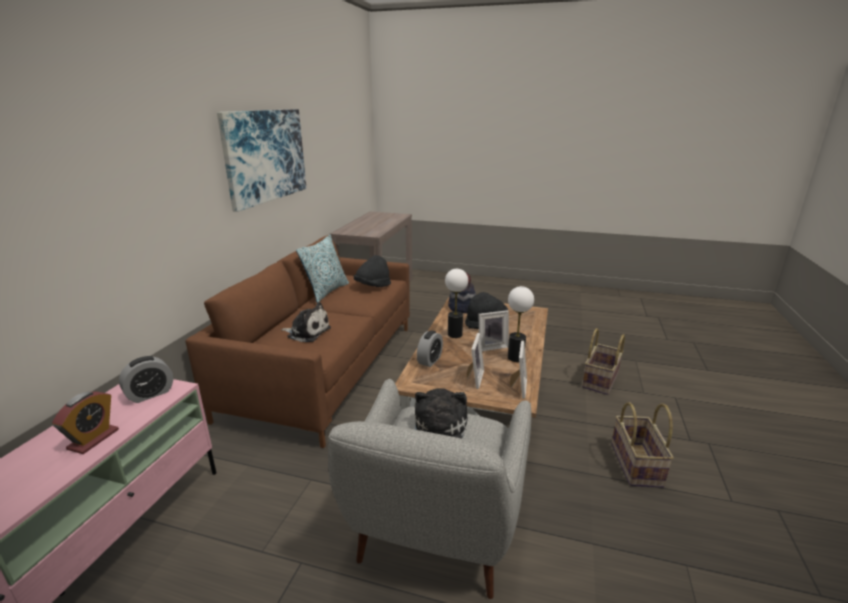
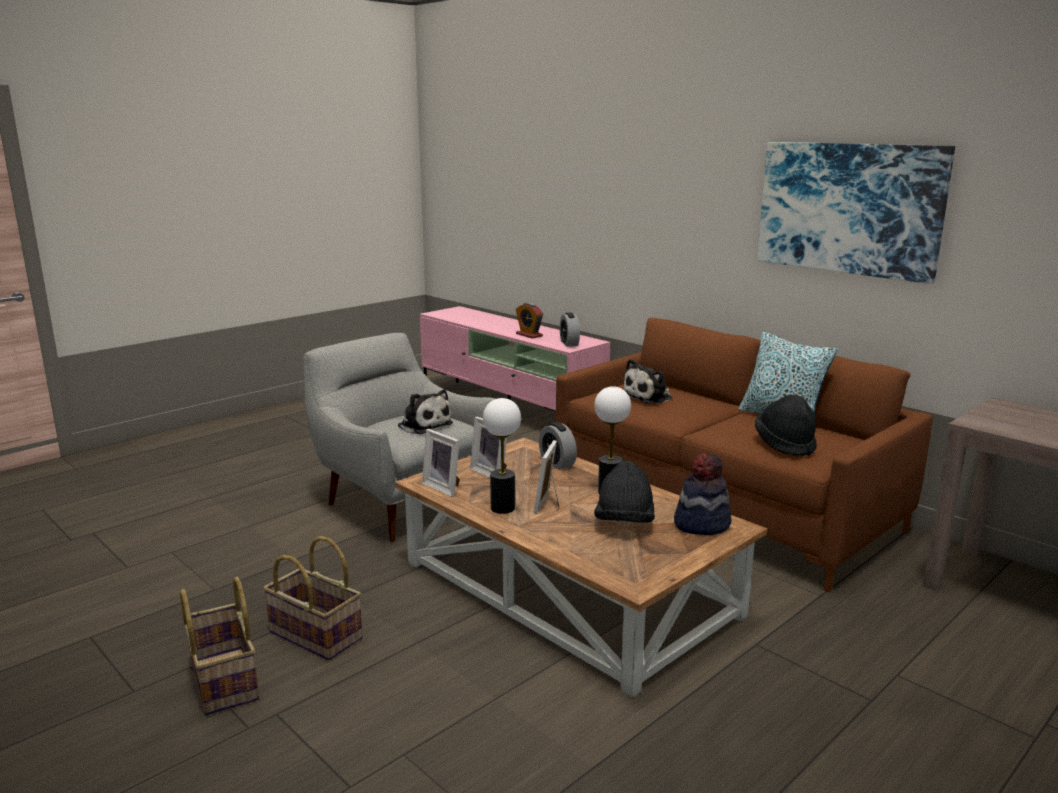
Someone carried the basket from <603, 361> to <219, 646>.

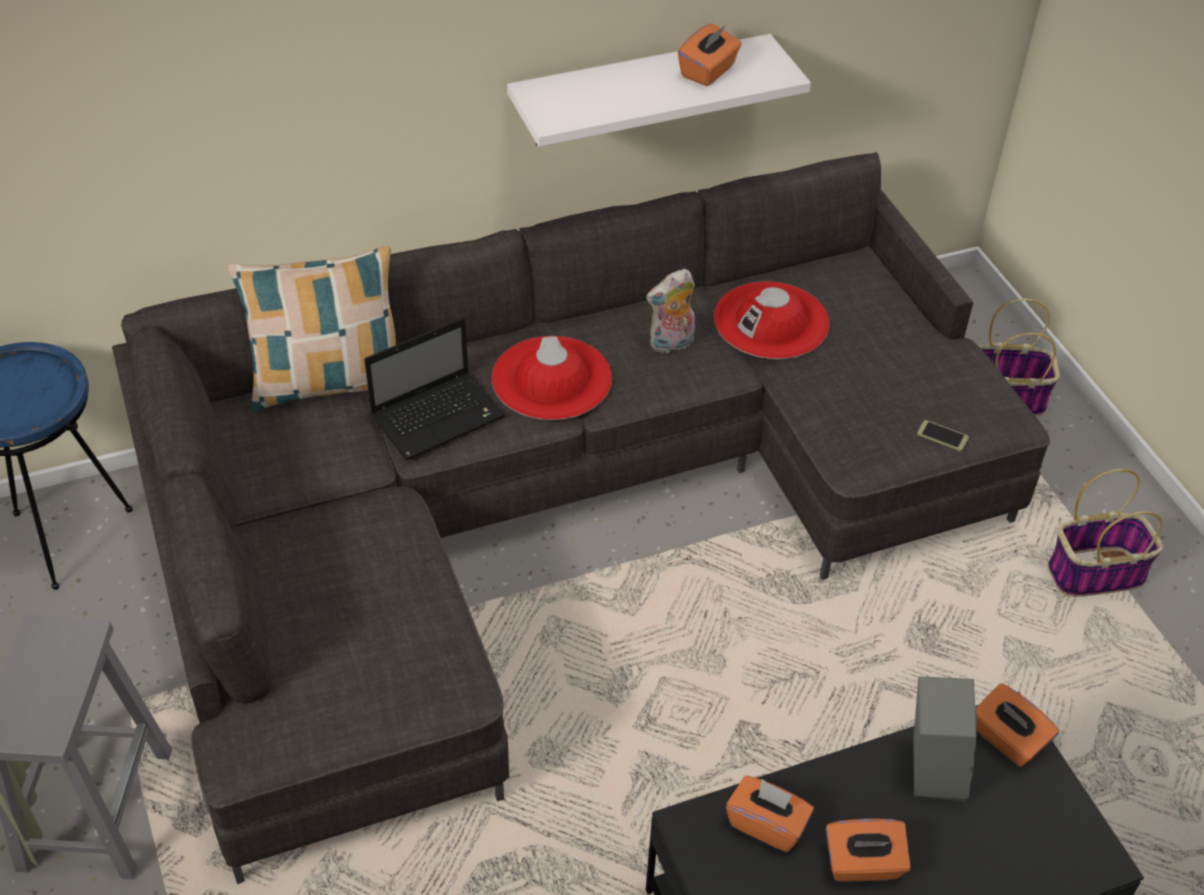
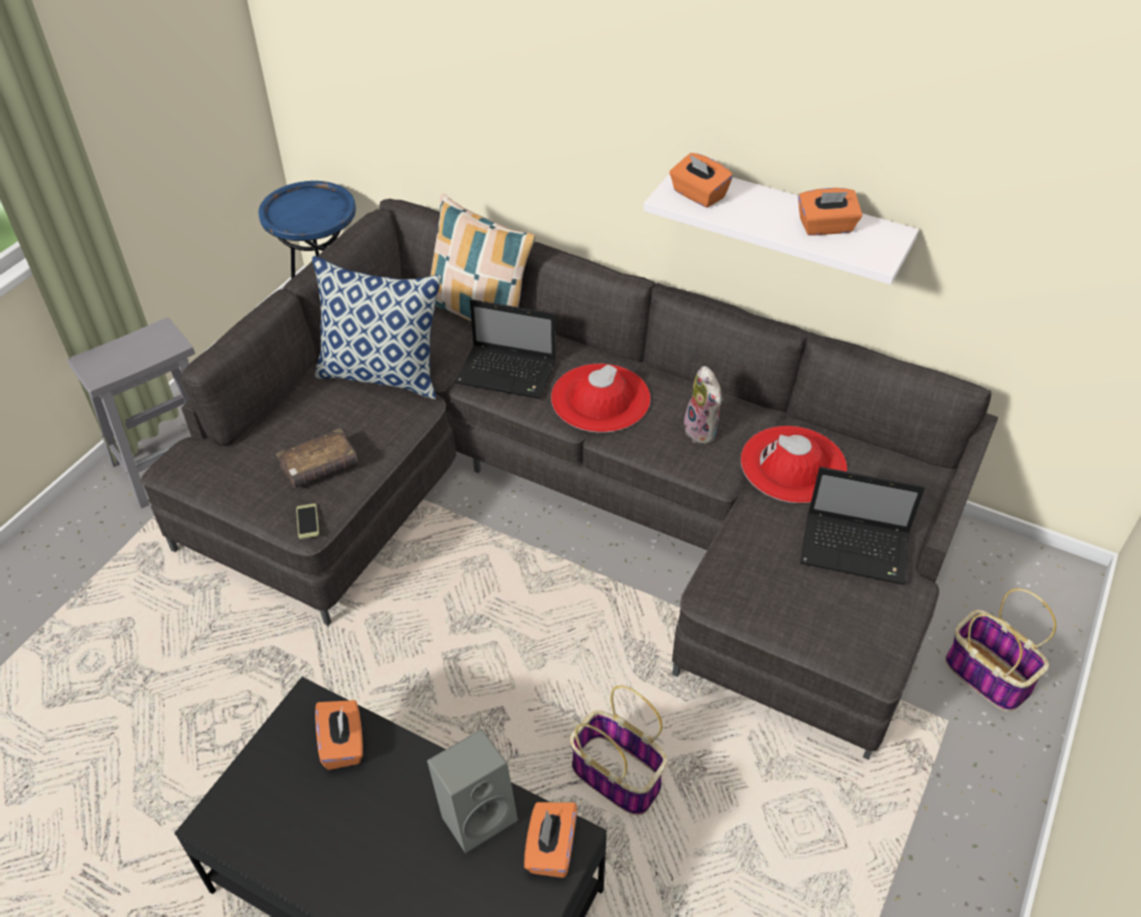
Someone rotated the plush toy at <670, 311> by 135 degrees counterclockwise.
Someone carried the orange tissue box from <868, 850> to <701, 180>.
Someone carried the phone from <943, 435> to <307, 521>.
Someone carried the basket from <1105, 533> to <618, 750>.
Someone put down the brown book at <317, 458>.
Someone put down the pillow at <377, 327>.
Someone put down the laptop at <862, 526>.

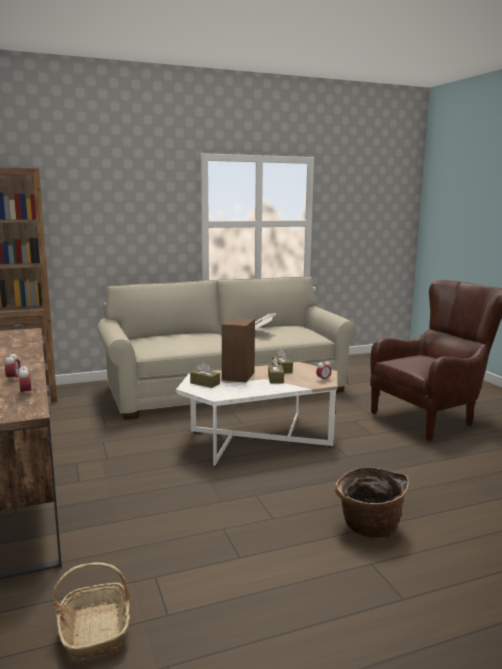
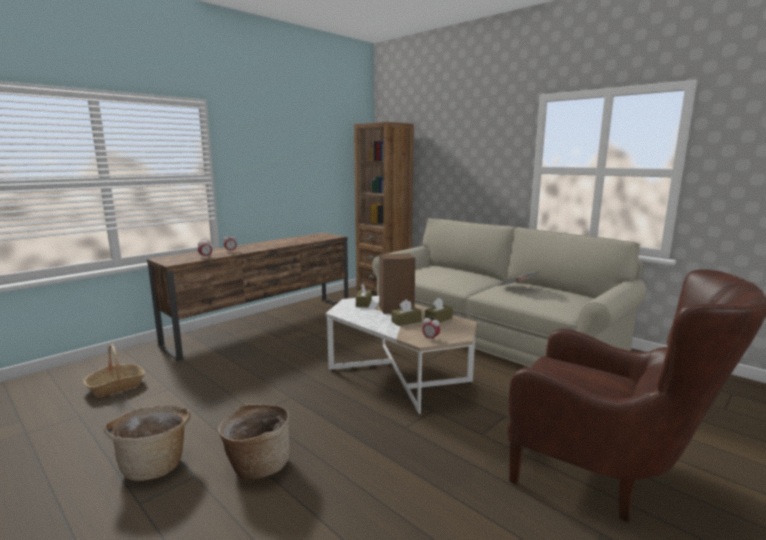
Someone put down the basket at <147, 443>.

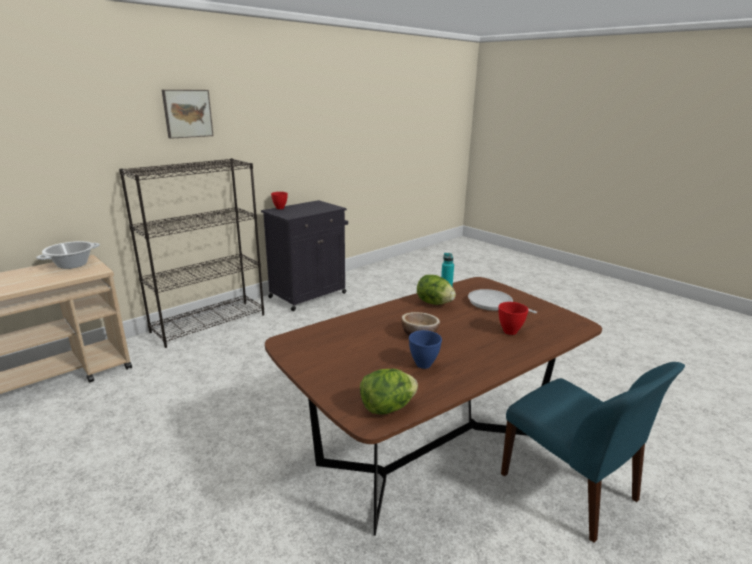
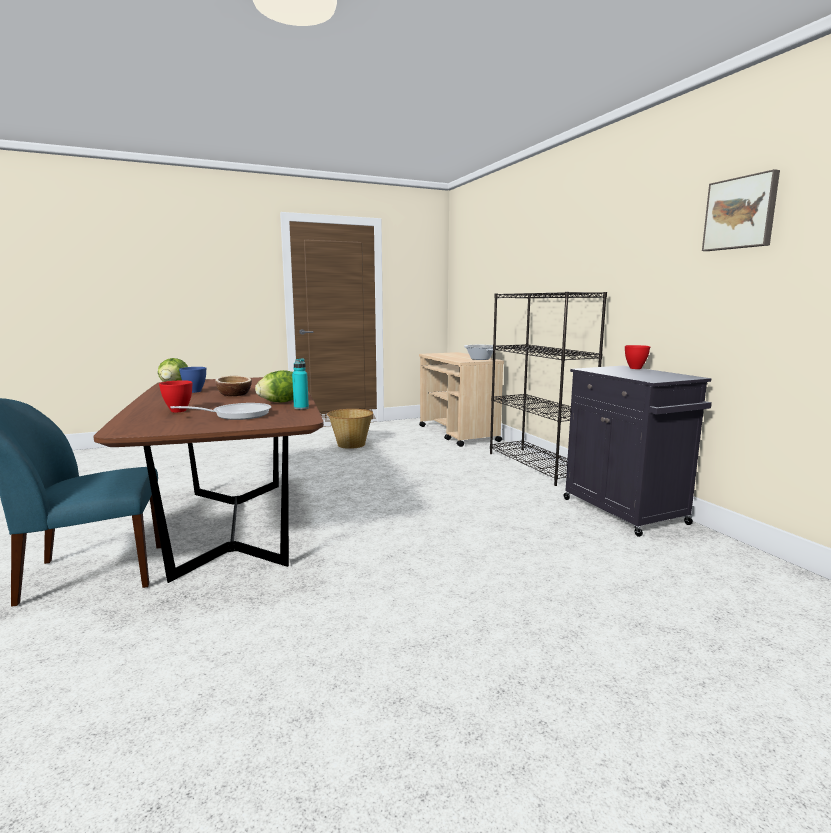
Someone carried the picture from <188, 114> to <741, 210>.
Someone put down the basket at <350, 429>.

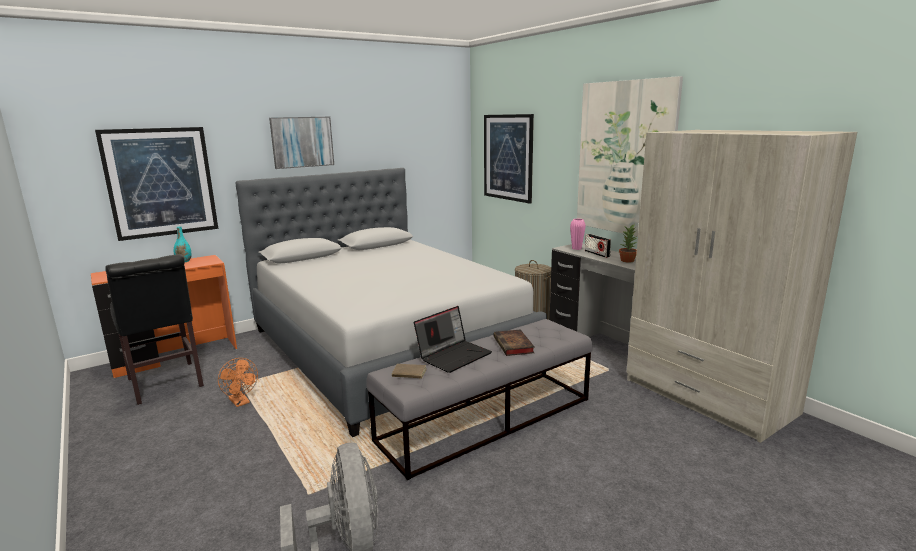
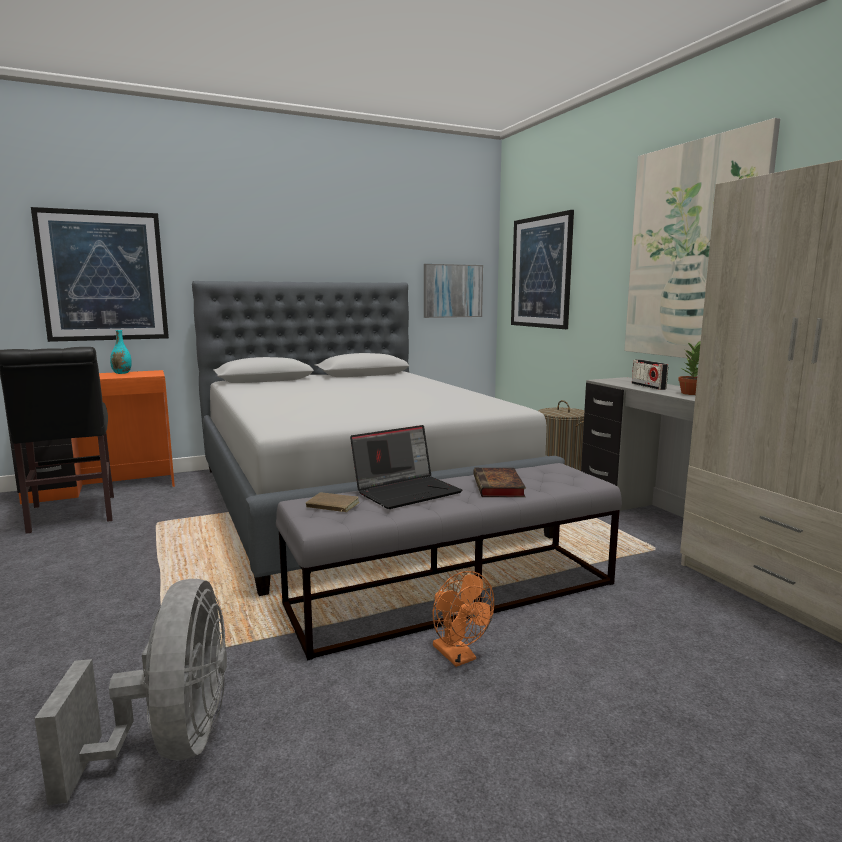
Someone carried the orange fan from <238, 382> to <463, 619>.
Someone carried the picture from <301, 143> to <453, 291>.
Someone took away the pink vase at <578, 234>.

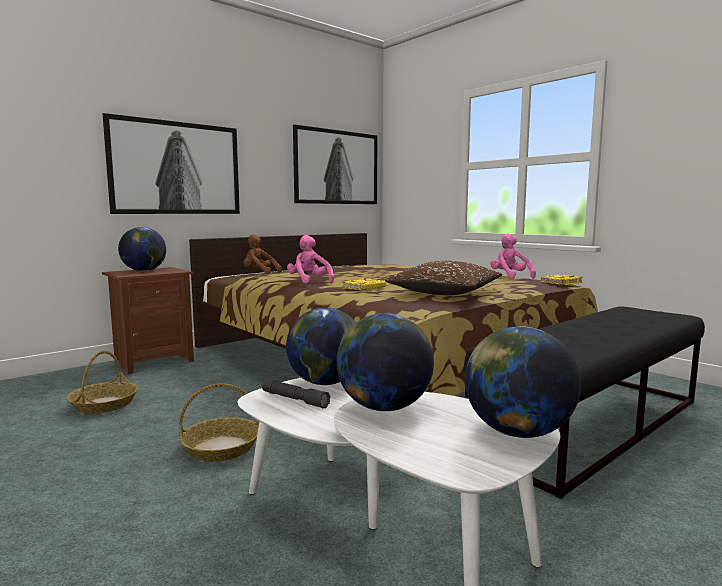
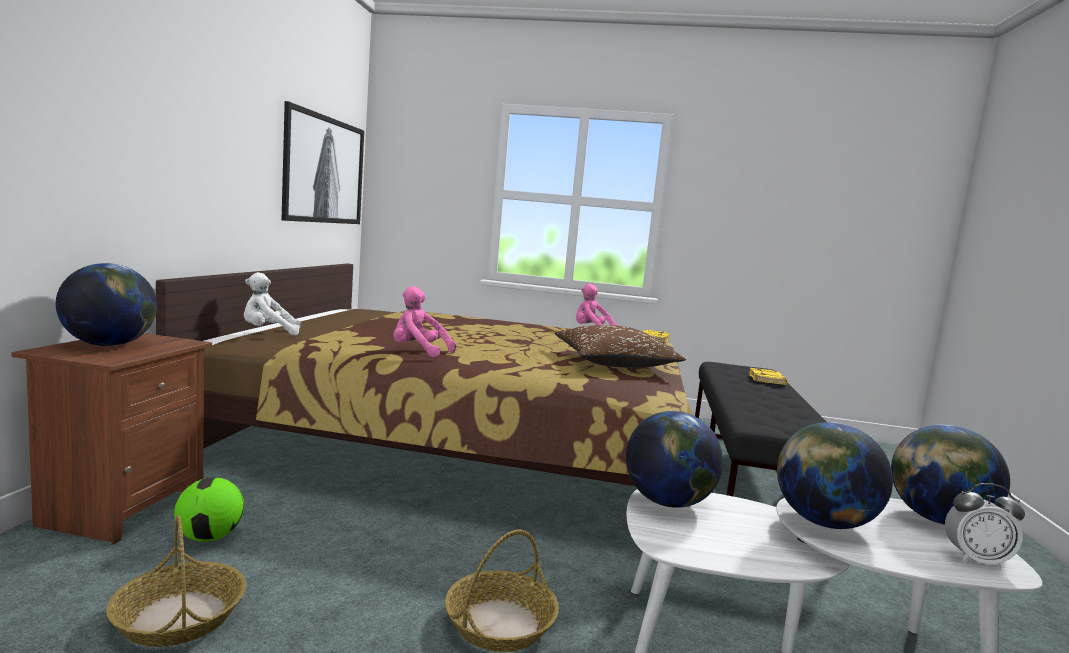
Someone took away the picture at <171, 163>.
Someone repainted the brown plush toy at <262, 254>, which became the white plush toy at <272, 304>.
Someone took away the grey flashlight at <296, 394>.
Someone carried the yellow book from <364, 284> to <768, 376>.
Someone put down the football at <209, 509>.
Someone put down the alarm clock at <985, 526>.

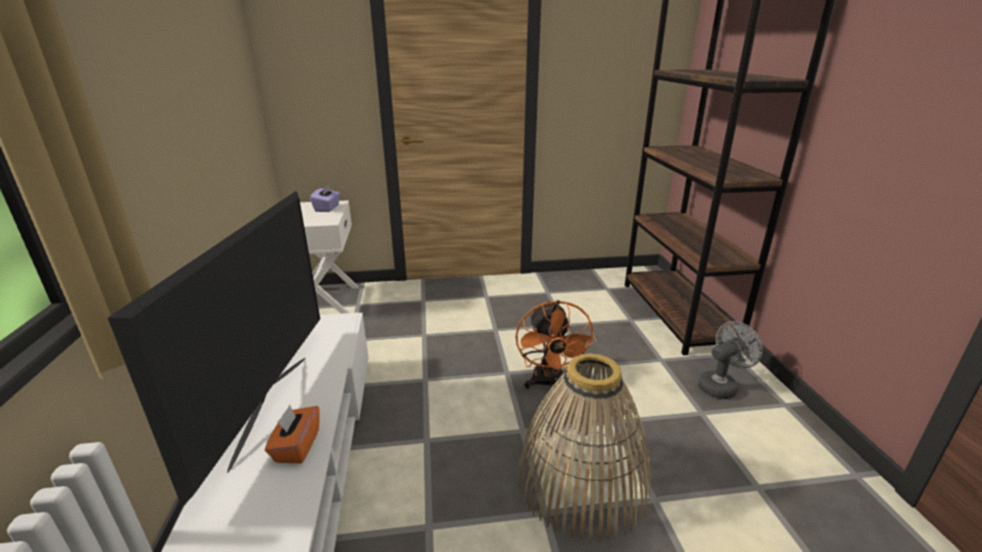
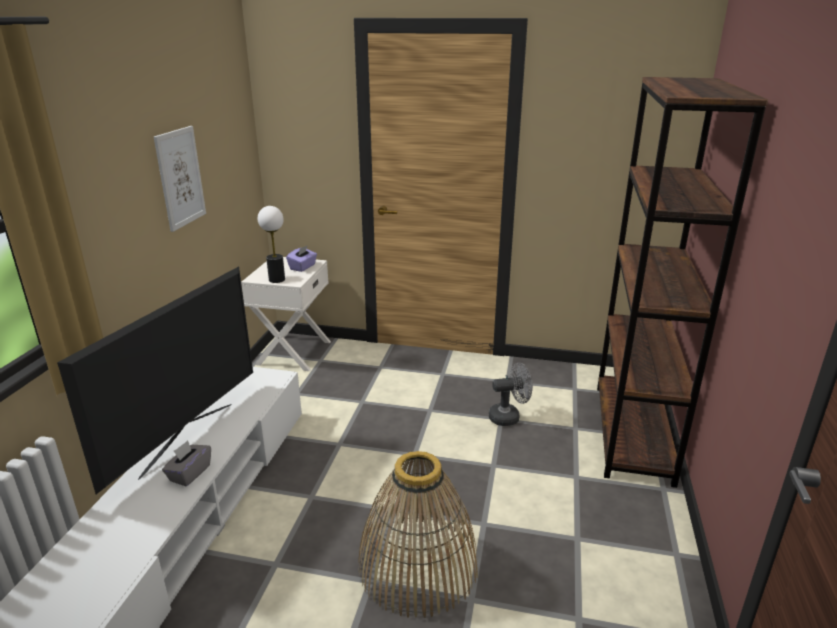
Someone repainted the orange tissue box at <292, 434>, which became the grey tissue box at <186, 463>.
Someone took away the orange fan at <556, 344>.
Someone carried the grey fan from <730, 360> to <511, 394>.
Someone put up the picture at <180, 179>.
Someone put down the table lamp at <271, 244>.

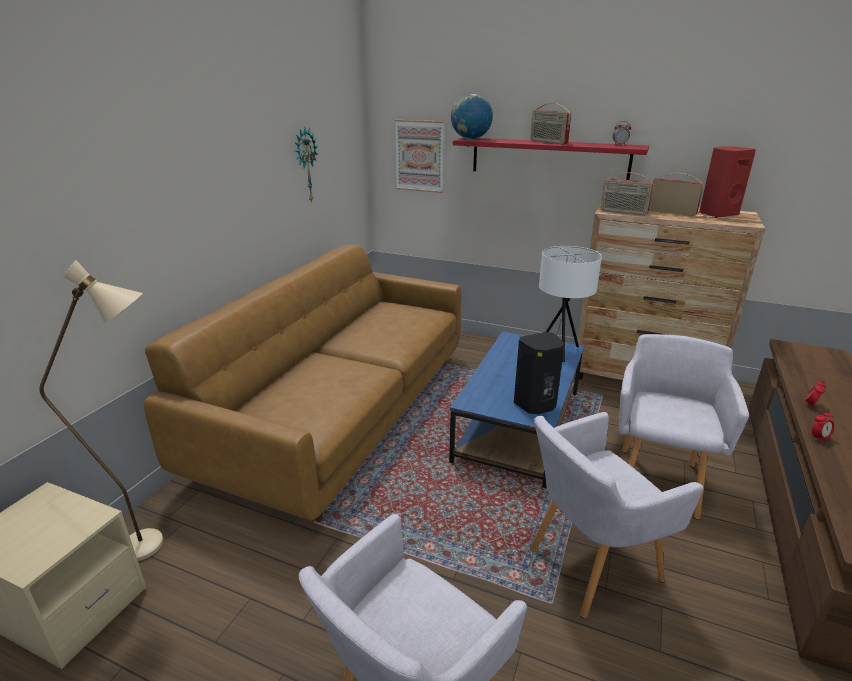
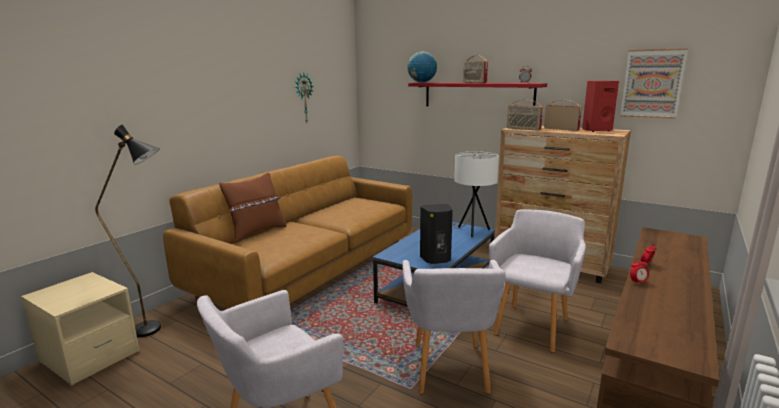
Someone repainted the beige floor lamp at <101, 410>, which became the black floor lamp at <128, 231>.
Someone carried the picture from <419, 156> to <654, 83>.
Someone rotated the grey armchair at <616, 515> by 75 degrees counterclockwise.
Someone put down the brown pillow at <252, 208>.

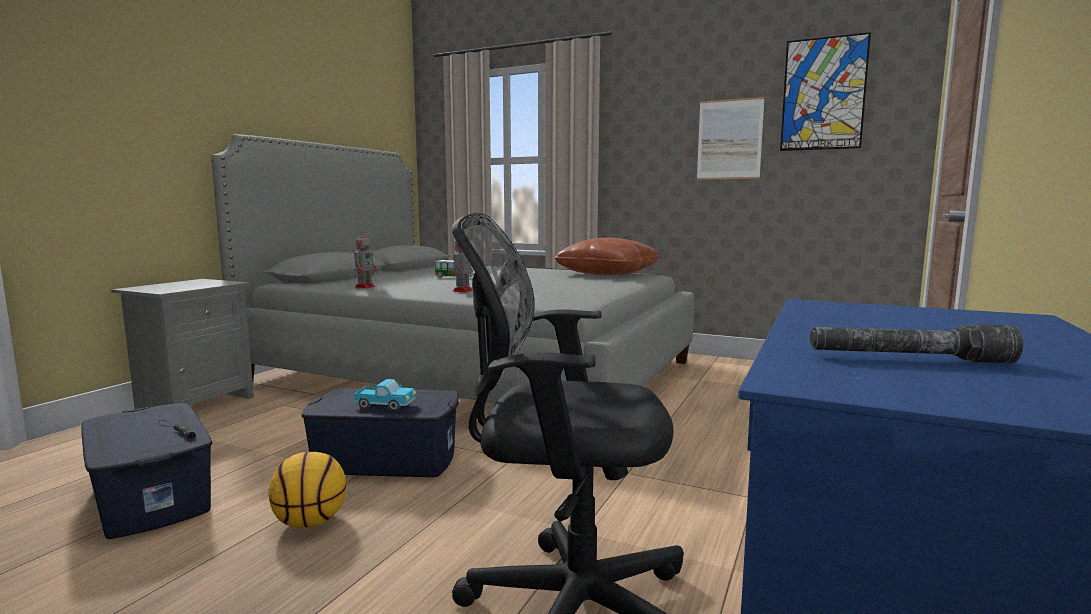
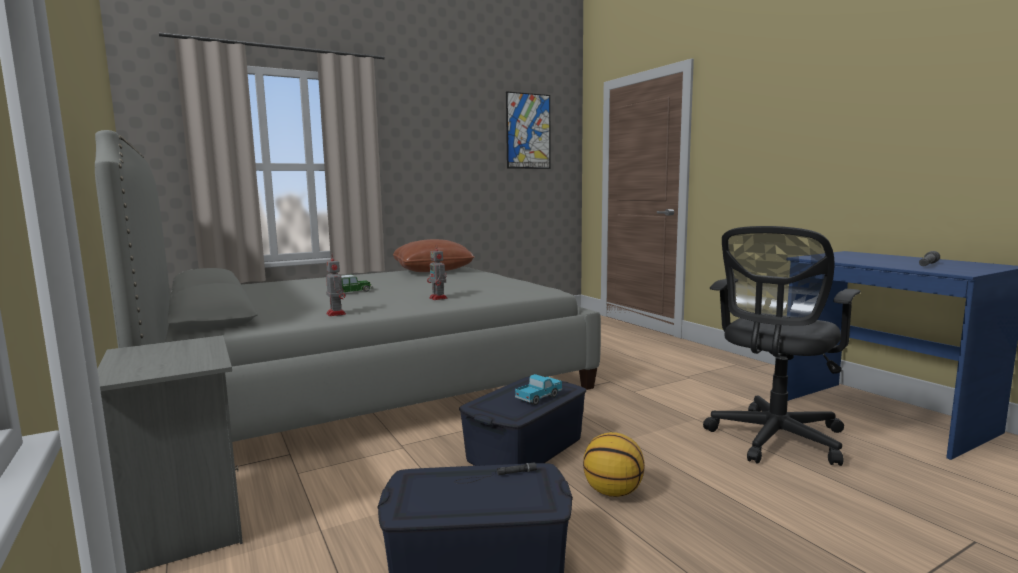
Someone took away the picture at <731, 138>.

